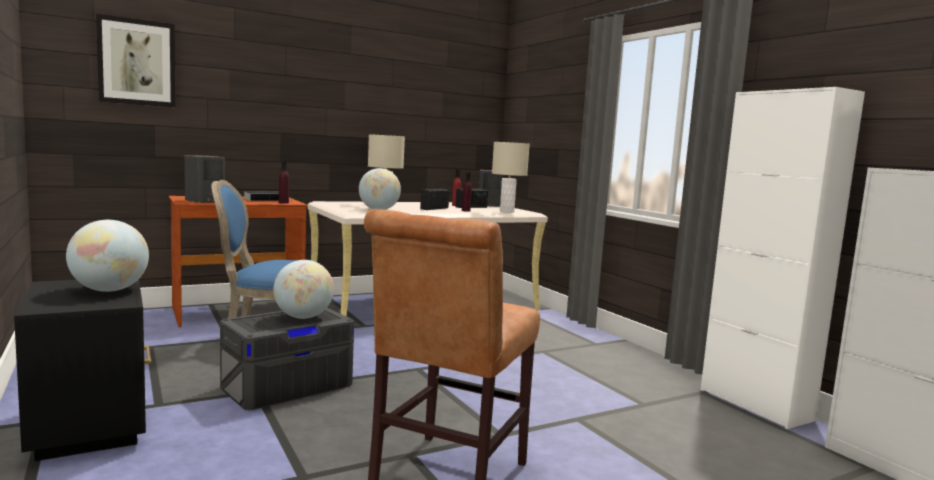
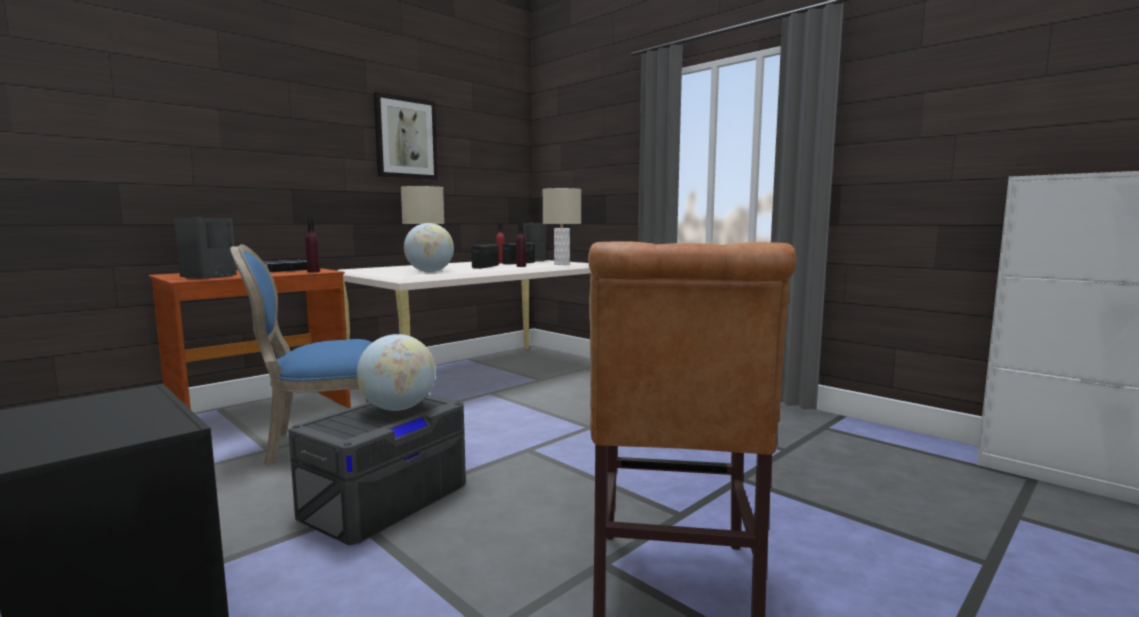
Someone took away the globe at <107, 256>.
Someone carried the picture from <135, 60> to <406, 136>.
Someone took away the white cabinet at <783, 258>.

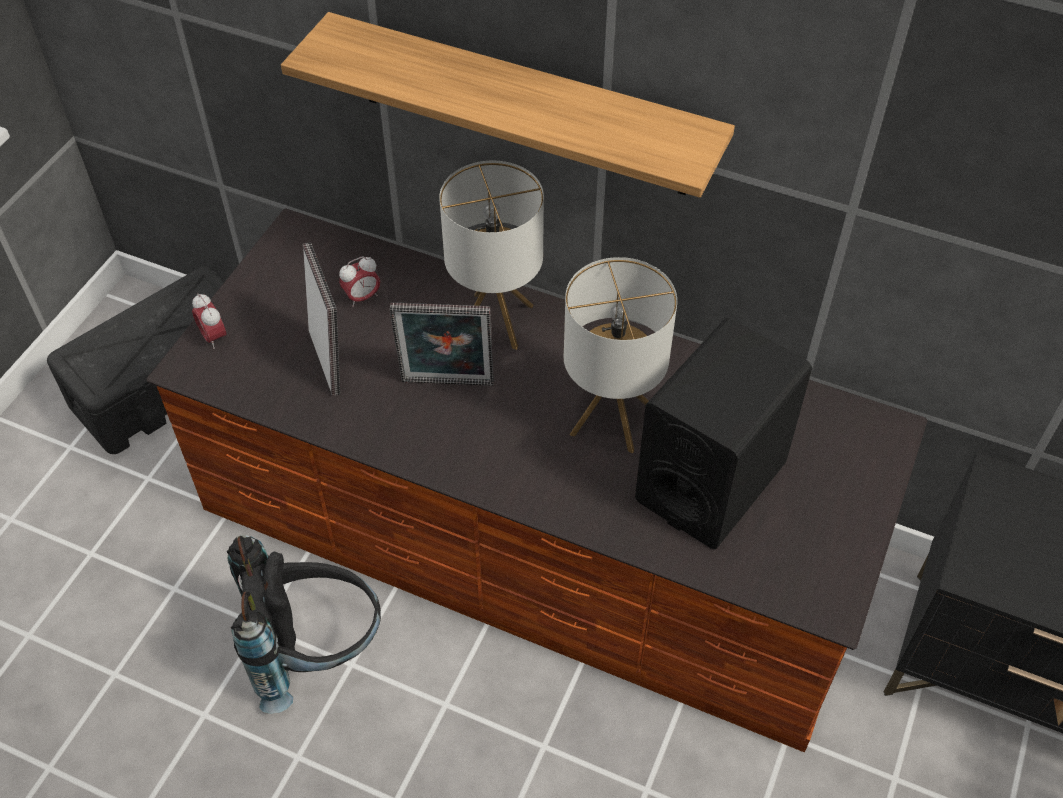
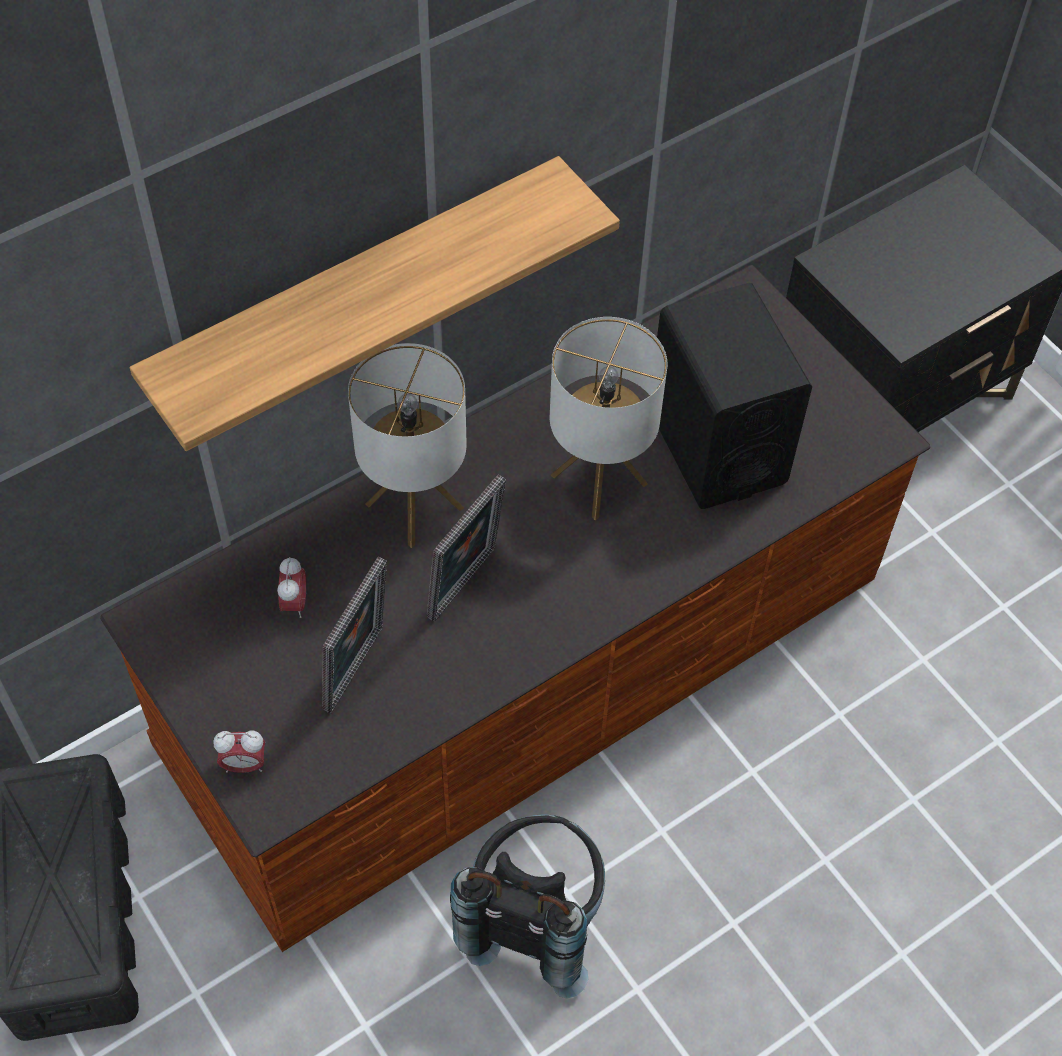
Someone rotated the picture frame at <321, 319> by 105 degrees clockwise.

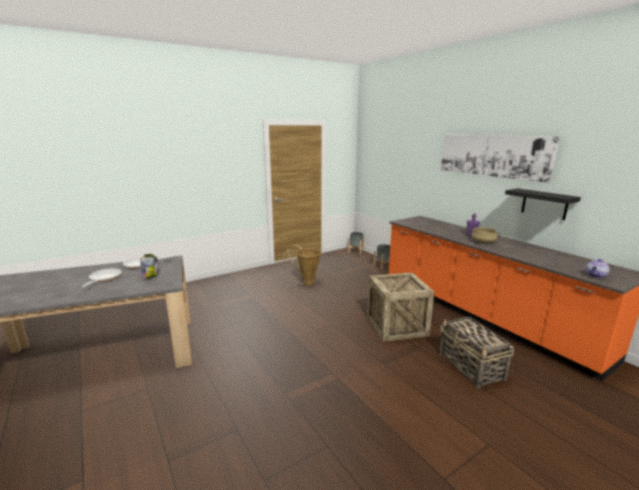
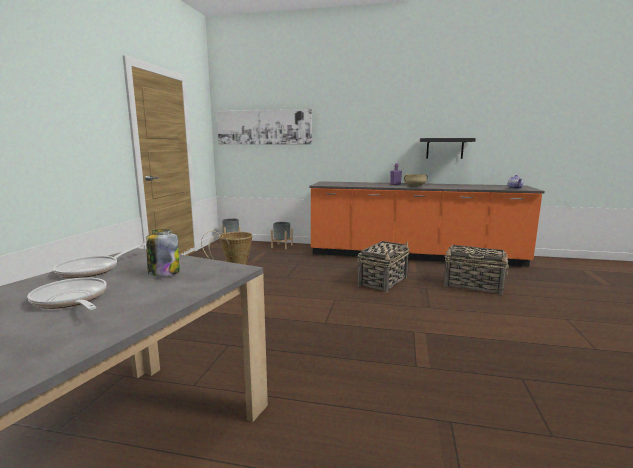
Someone swapped the crate at <400, 307> for the basket at <383, 267>.
Someone carried the picture from <500, 158> to <264, 126>.

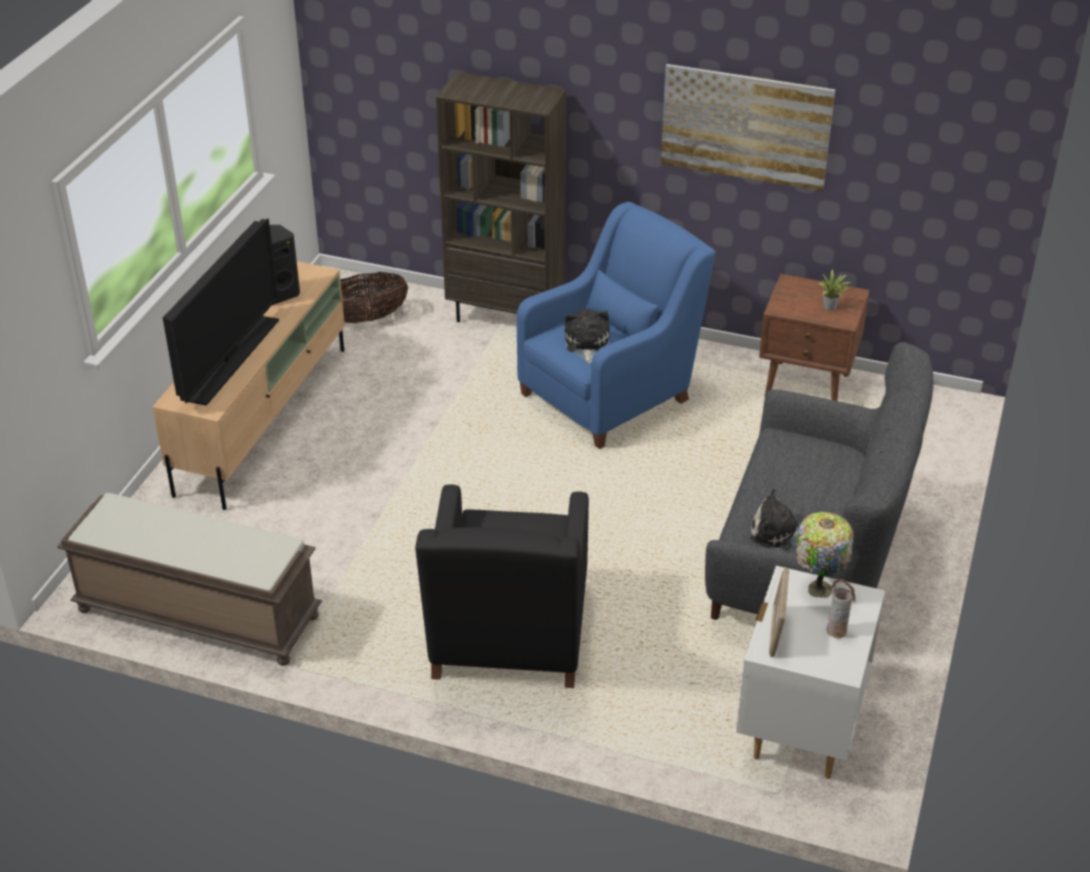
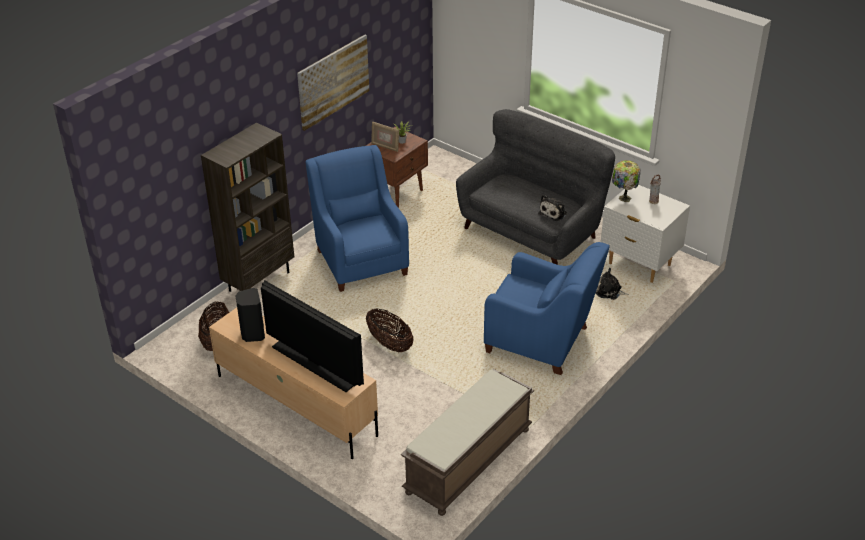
Someone repainted the black armchair at <502, 586>, which became the blue armchair at <547, 308>.
Someone carried the plush toy from <587, 336> to <612, 284>.
Someone carried the picture frame from <779, 612> to <385, 137>.
Someone put down the basket at <390, 330>.

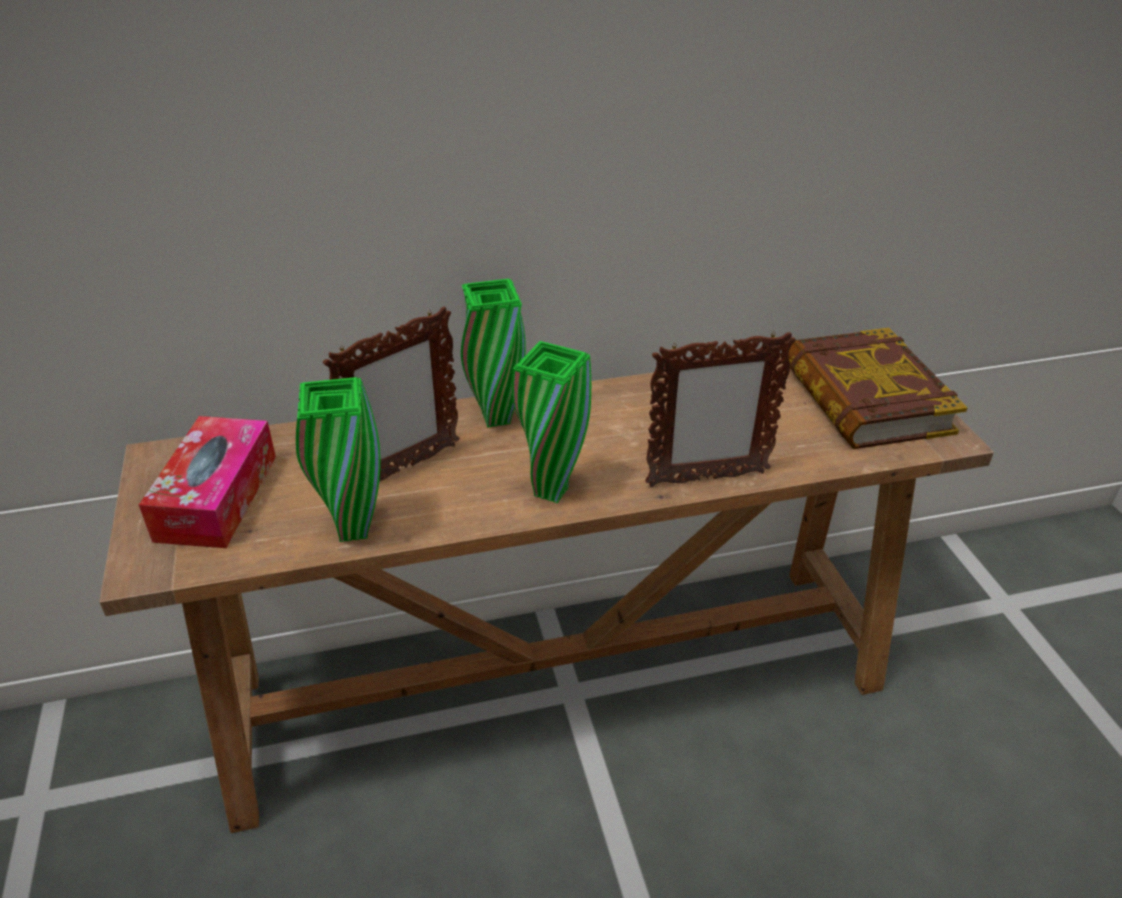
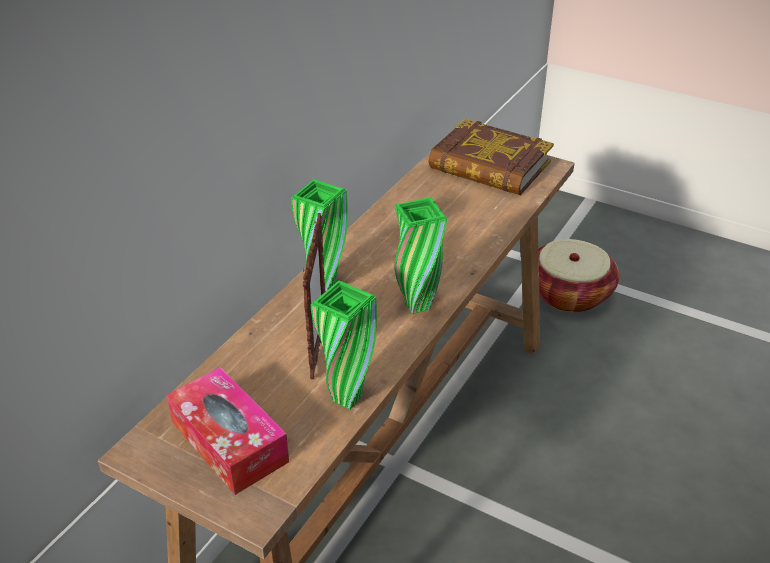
Someone took away the picture frame at <720, 409>.
Someone put down the basket at <578, 275>.

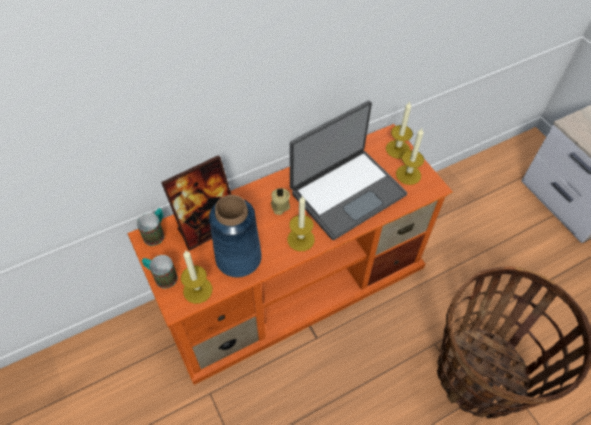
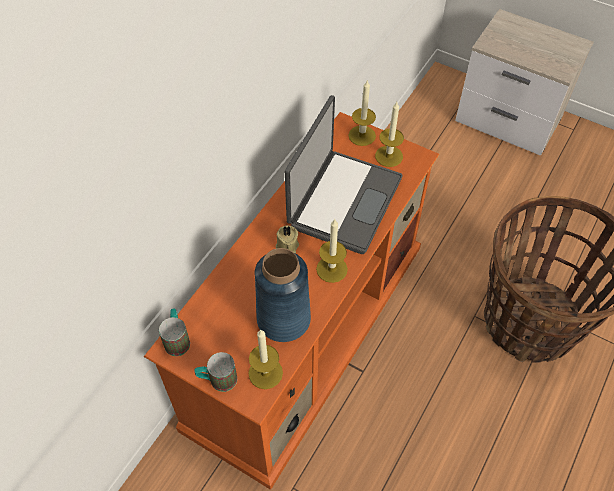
Someone took away the picture frame at <196, 203>.

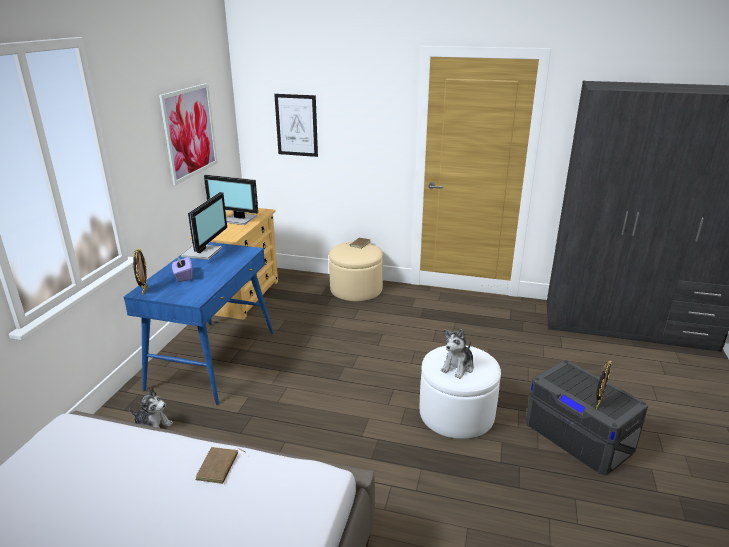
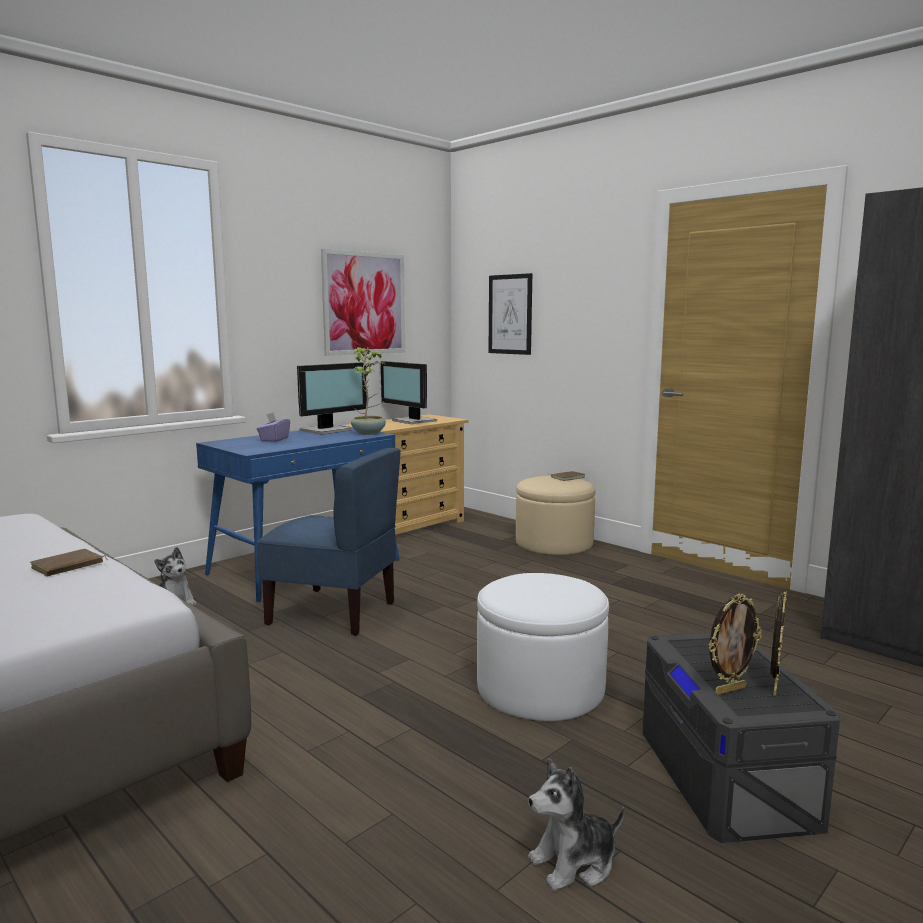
Someone carried the picture frame from <140, 271> to <778, 643>.
Someone carried the plush toy from <457, 354> to <576, 824>.
Someone put down the blue chair at <328, 542>.
Someone put down the potted plant at <369, 391>.

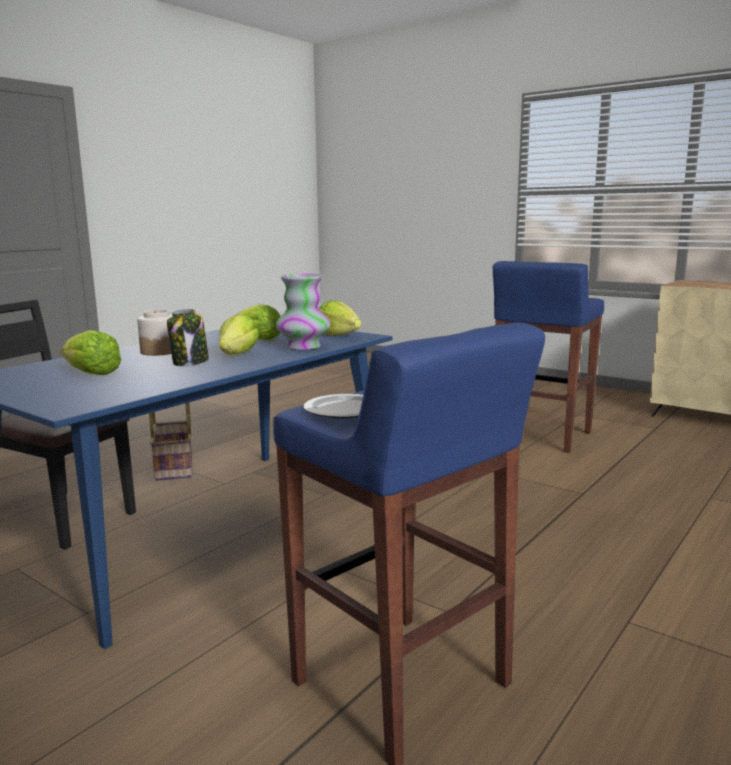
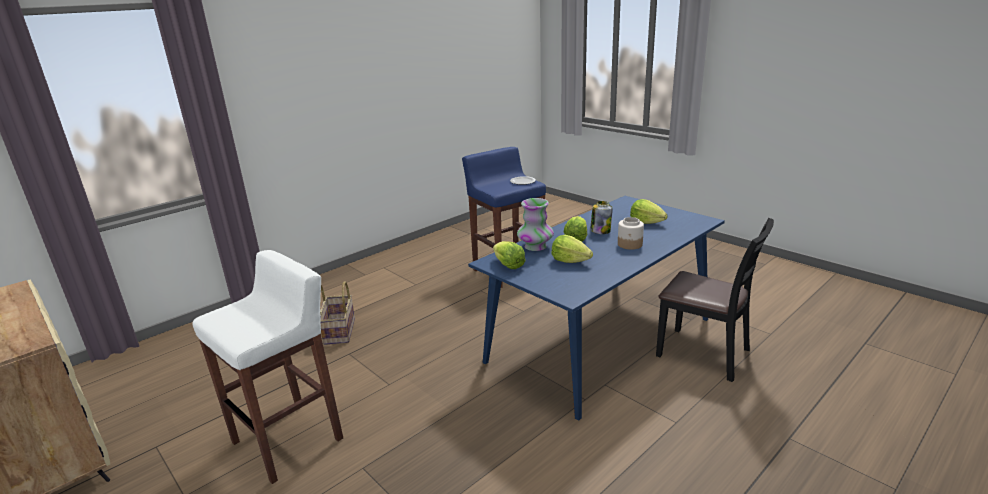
Someone carried the basket from <170, 442> to <337, 313>.
Someone repainted the blue stool at <548, 357>, which became the white stool at <267, 367>.

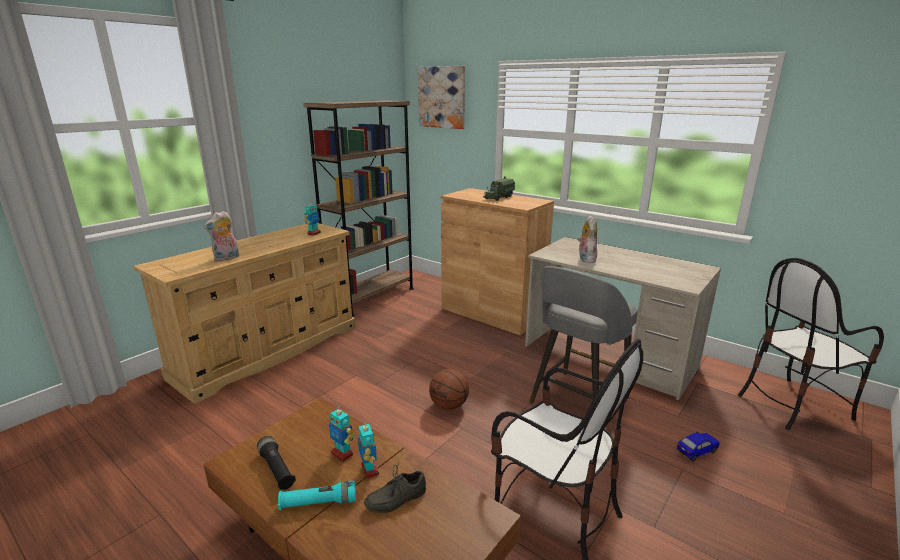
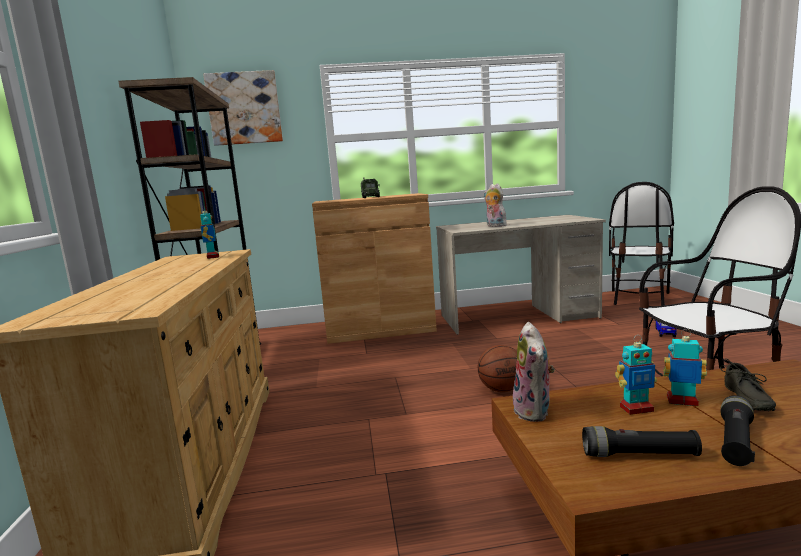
Someone carried the plush toy from <221, 236> to <534, 372>.
Someone repainted the turquoise flashlight at <317, 495>, which became the black flashlight at <737, 430>.
Someone took away the grey stool at <583, 335>.

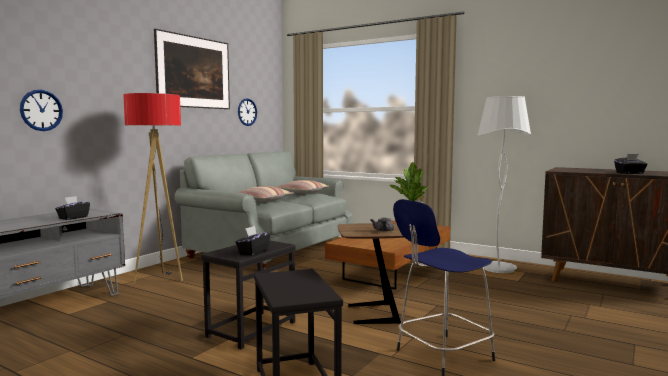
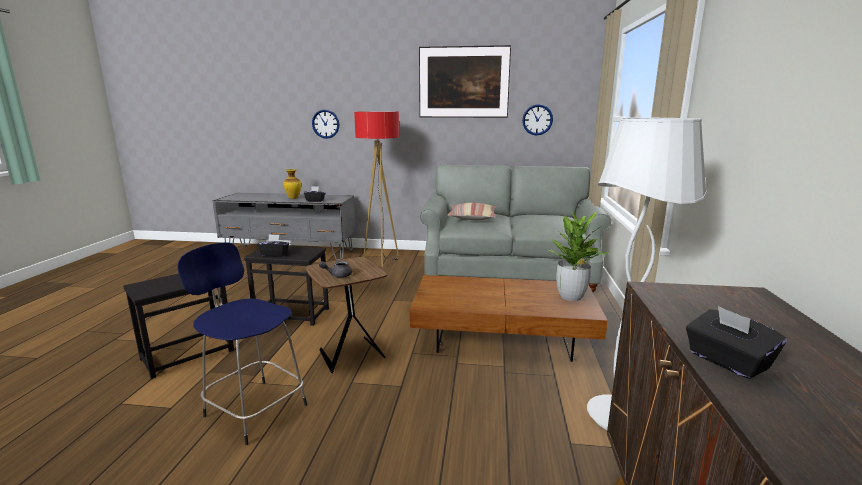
Someone took away the pillow at <303, 187>.
Someone put down the vase at <292, 184>.

